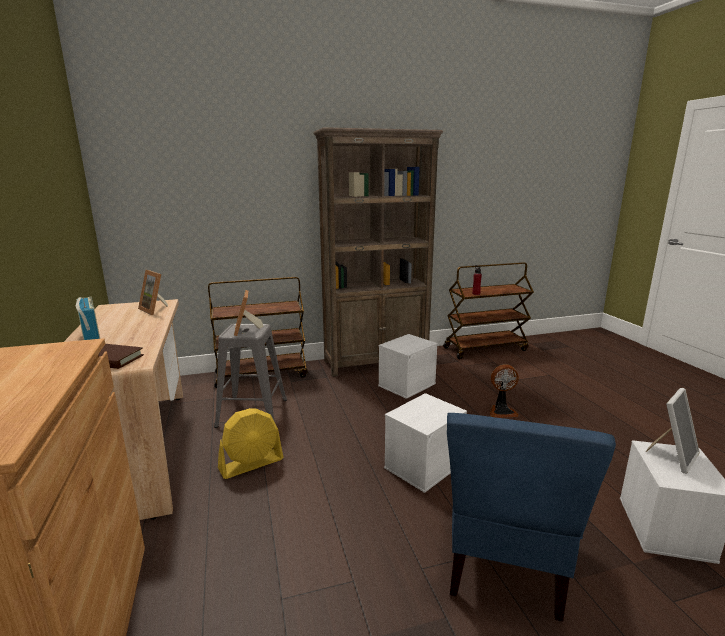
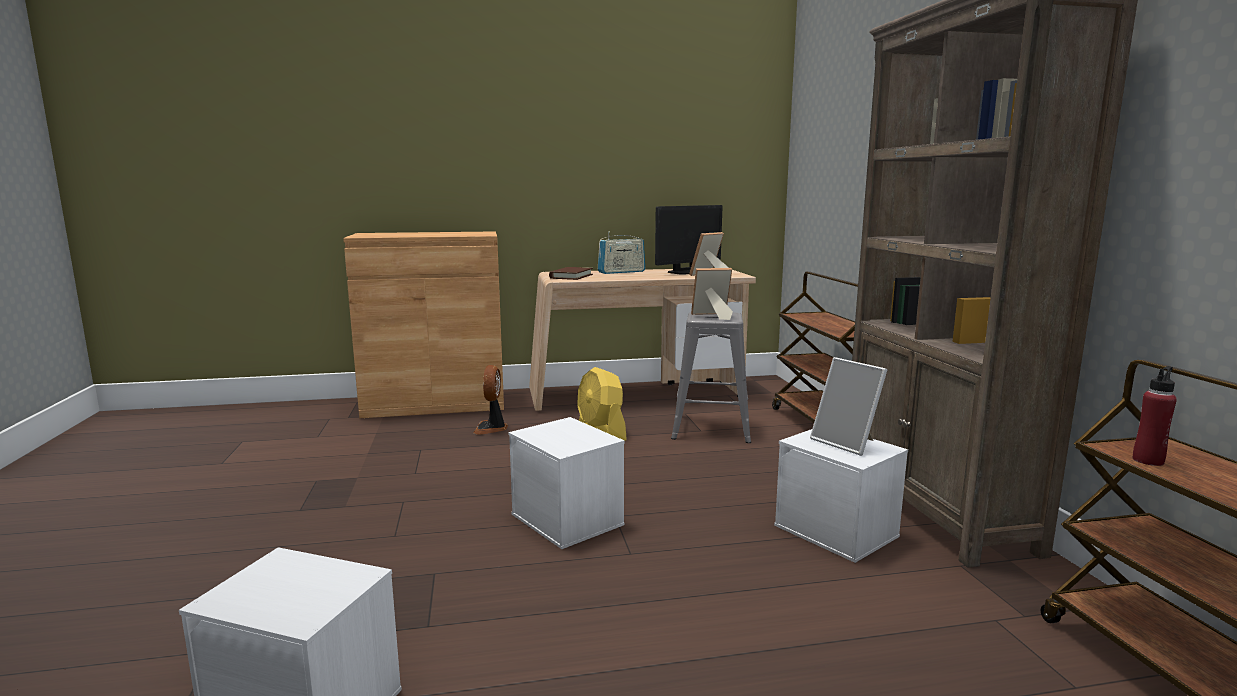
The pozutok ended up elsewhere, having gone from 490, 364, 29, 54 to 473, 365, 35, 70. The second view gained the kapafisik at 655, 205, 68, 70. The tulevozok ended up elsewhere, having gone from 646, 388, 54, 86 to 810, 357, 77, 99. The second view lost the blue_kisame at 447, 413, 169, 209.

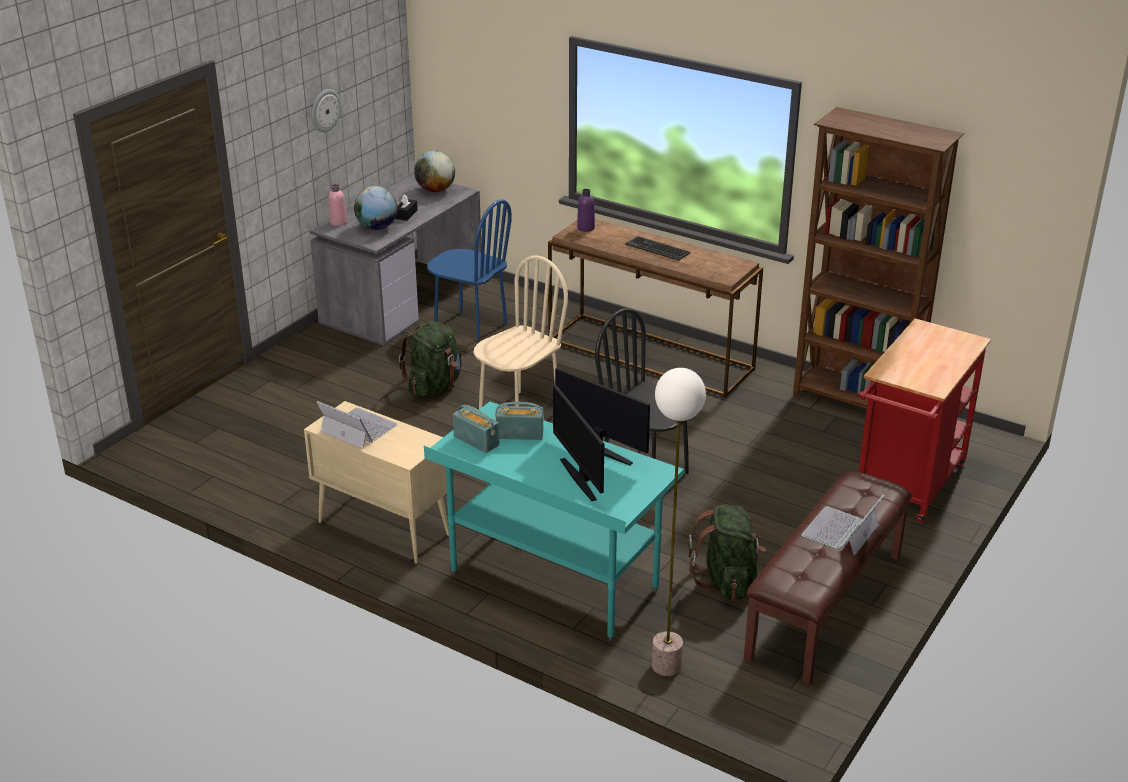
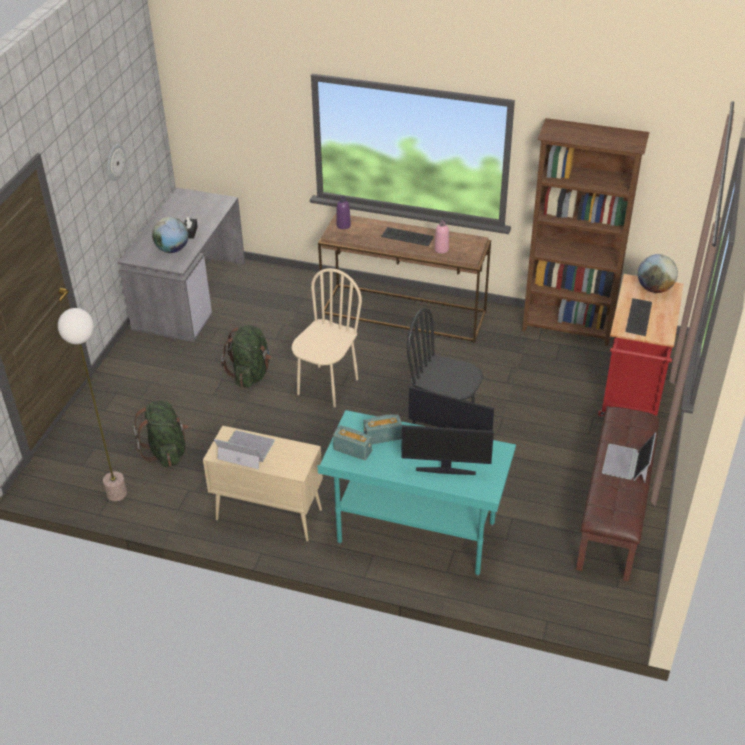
The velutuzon ended up elsewhere, having gone from 652, 368, 54, 308 to 58, 308, 69, 193. The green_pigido ended up elsewhere, having gone from 689, 504, 77, 96 to 133, 401, 55, 66. The kapafisik at 553, 385, 51, 116 ended up facing another way, 45 degrees counterclockwise from before. The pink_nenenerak ended up elsewhere, having gone from 329, 184, 18, 42 to 434, 220, 15, 34. The second view gained the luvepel at 625, 298, 27, 38. The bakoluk ended up elsewhere, having gone from 414, 151, 41, 41 to 638, 254, 40, 39. The second view lost the blue_kisame at 427, 199, 85, 145.

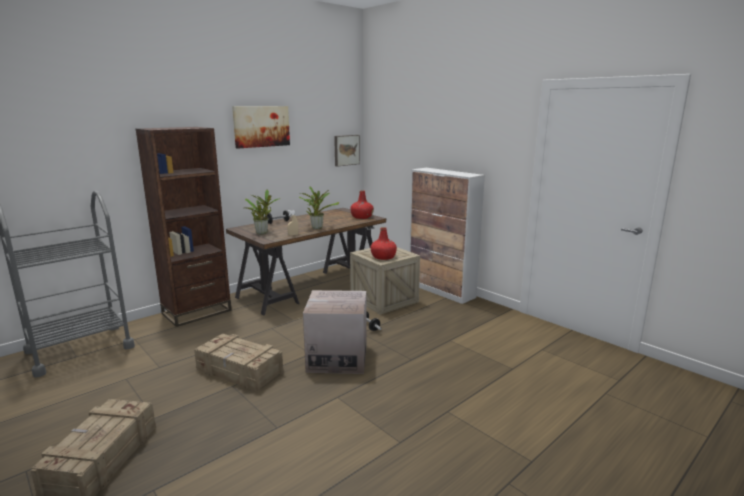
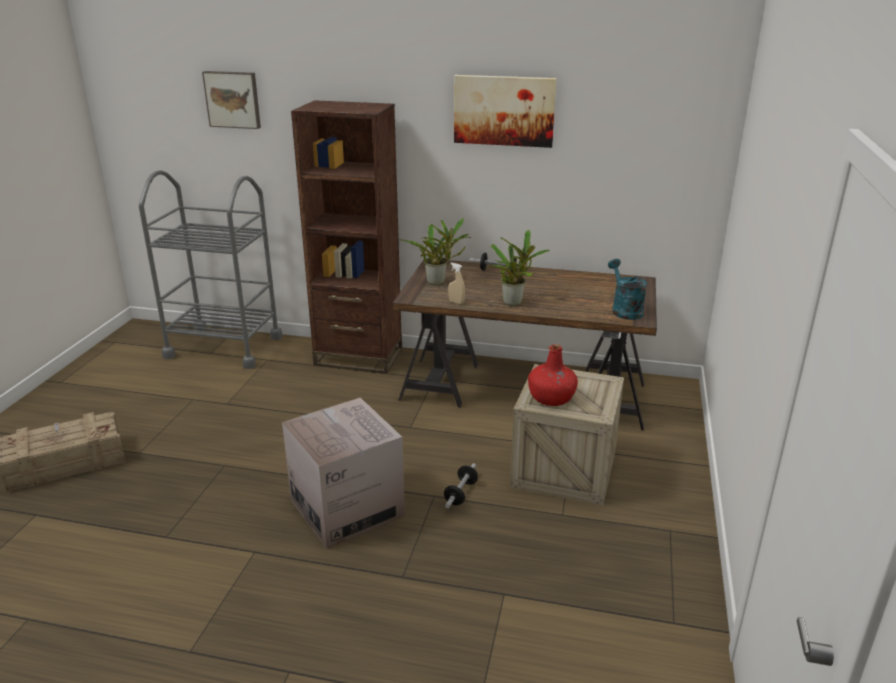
The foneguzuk ended up elsewhere, having gone from 334, 135, 26, 32 to 202, 71, 59, 58. Where the red_nenenerak stood at 351, 190, 23, 29, the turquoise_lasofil came to stand at 608, 259, 39, 61. The second view lost the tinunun at 194, 334, 89, 58. The second view lost the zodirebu at 409, 168, 76, 136.

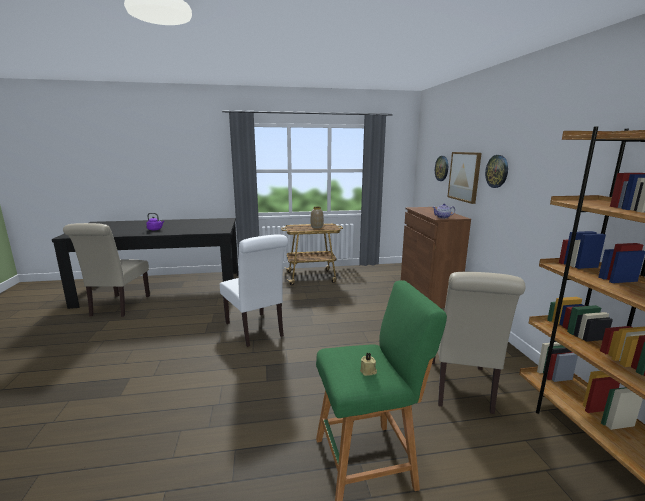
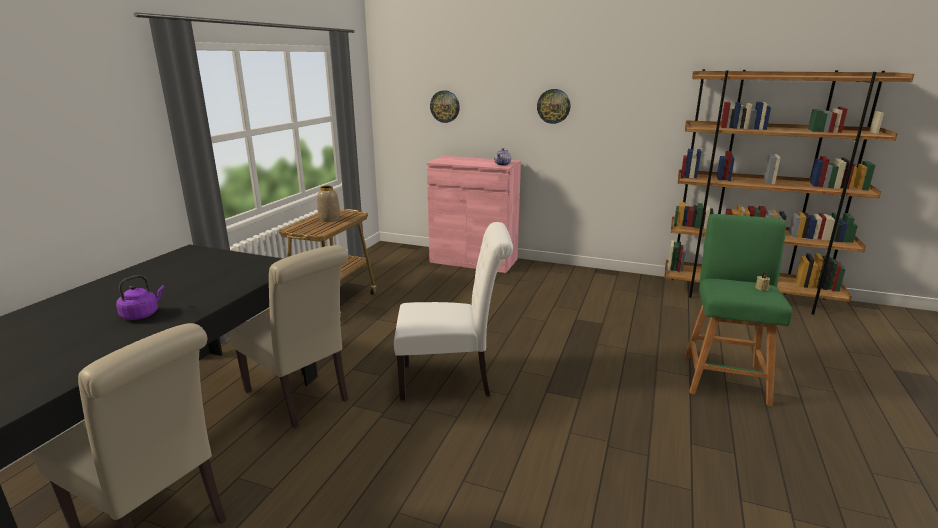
The beige_kisame ended up elsewhere, having gone from 432, 272, 94, 142 to 228, 245, 120, 184. What was the brown_zodirebu at 401, 207, 70, 101 turned into the pink_zodirebu at 427, 156, 94, 117. The second view lost the foneguzuk at 448, 152, 34, 52.

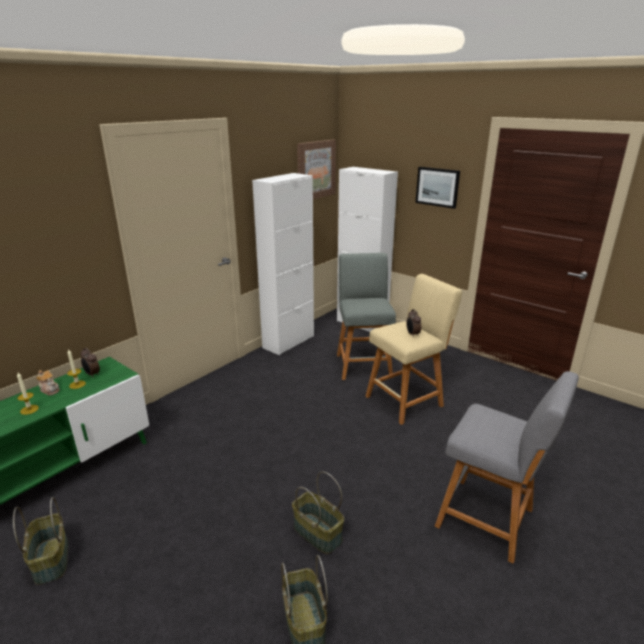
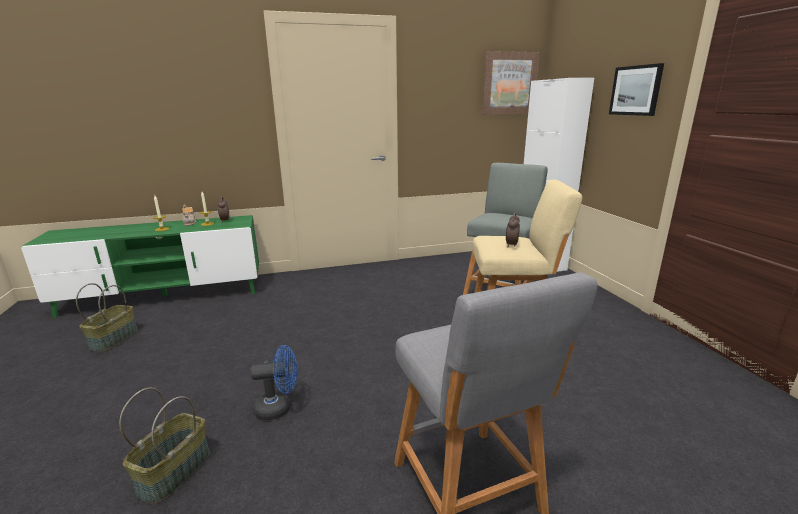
Where the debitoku stood at 292, 471, 52, 83, the blue_pozutok came to stand at 250, 345, 47, 75. The second view lost the white_zodirebu at 252, 173, 62, 182.

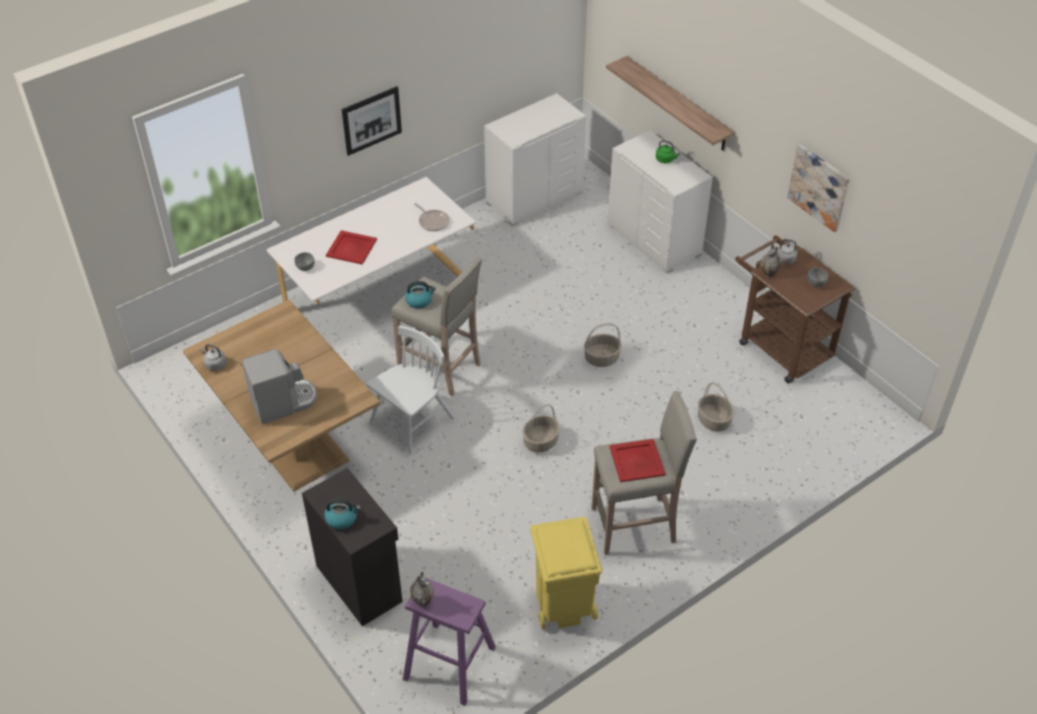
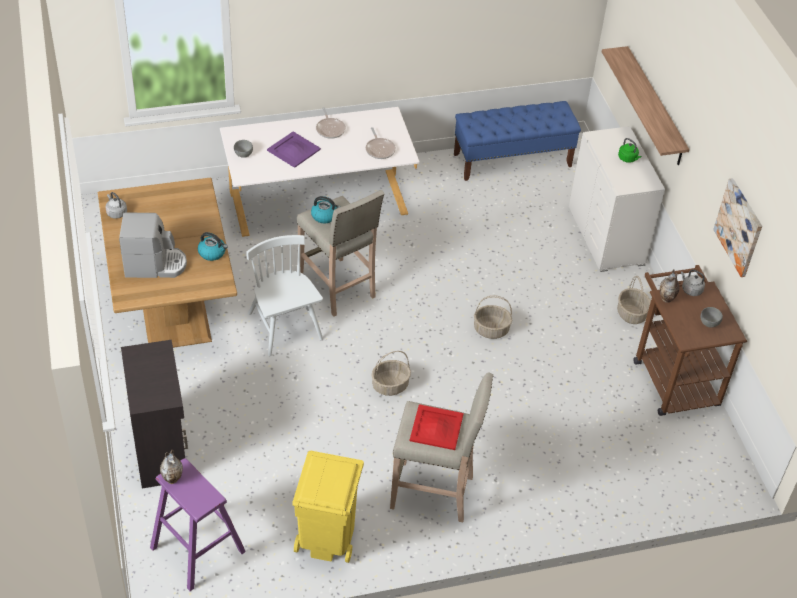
The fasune ended up elsewhere, having gone from 324, 499, 37, 30 to 198, 232, 30, 29. The white_kisame at 367, 326, 88, 129 ended up facing another way, 90 degrees counterclockwise from before. What was the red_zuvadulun at 326, 230, 51, 35 turned into the purple_zuvadulun at 267, 132, 54, 36. The second view gained the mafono at 316, 107, 30, 32. Where the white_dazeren stood at 484, 93, 102, 133, the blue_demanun came to stand at 454, 101, 127, 80. The debitoku ended up elsewhere, having gone from 698, 382, 37, 49 to 617, 276, 34, 48. The second view lost the foneguzuk at 342, 86, 60, 70.

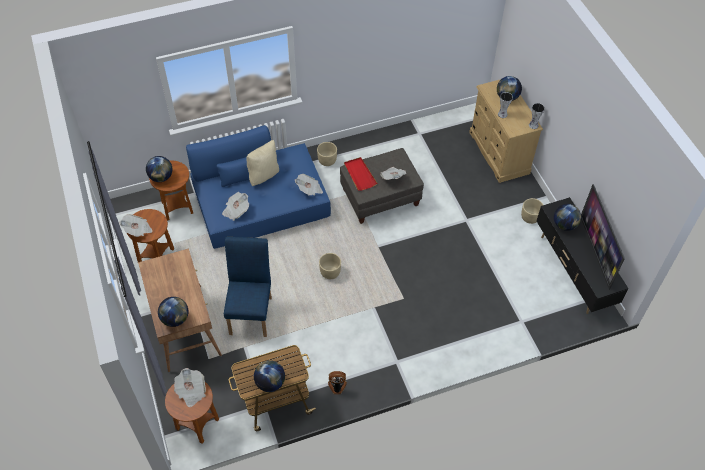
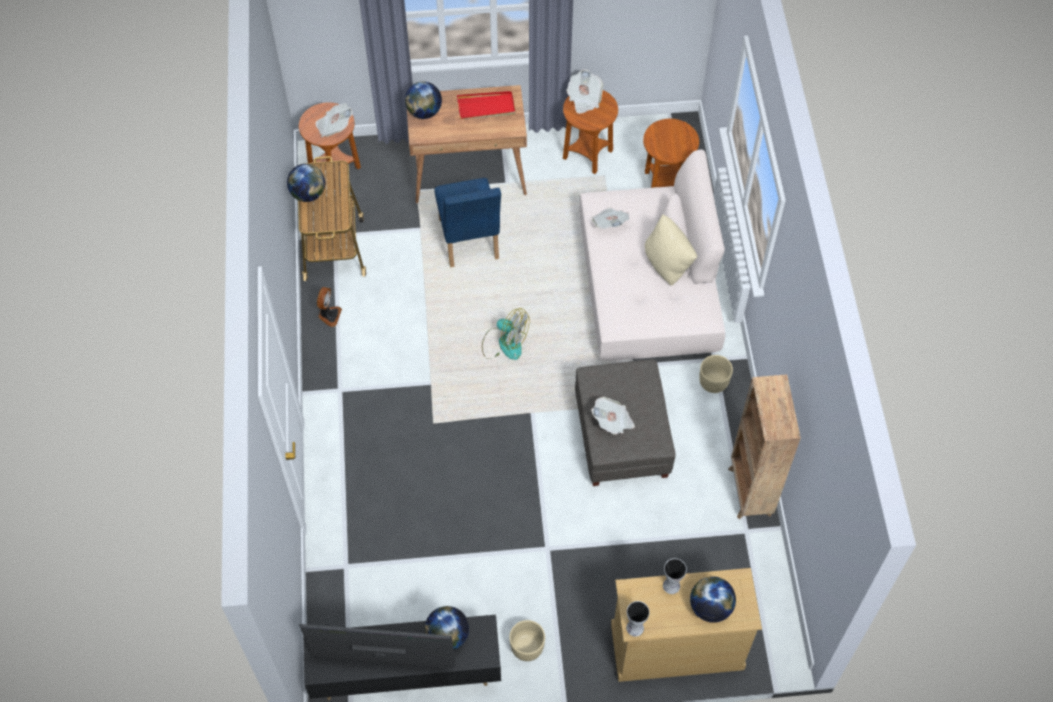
The blue_kisame at 224, 237, 48, 100 ended up facing another way, 60 degrees clockwise from before. The red_zuvadulun ended up elsewhere, having gone from 344, 157, 33, 34 to 457, 91, 58, 28. Where the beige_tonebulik stood at 319, 253, 22, 26, the pozutok came to stand at 482, 308, 47, 52. What was the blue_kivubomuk at 186, 125, 145, 124 turned into the beige_kivubomuk at 579, 149, 146, 212. The second view gained the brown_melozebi at 728, 374, 73, 145. The second view lost the bakoluk at 146, 156, 26, 26. The second view lost the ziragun at 295, 174, 28, 22.

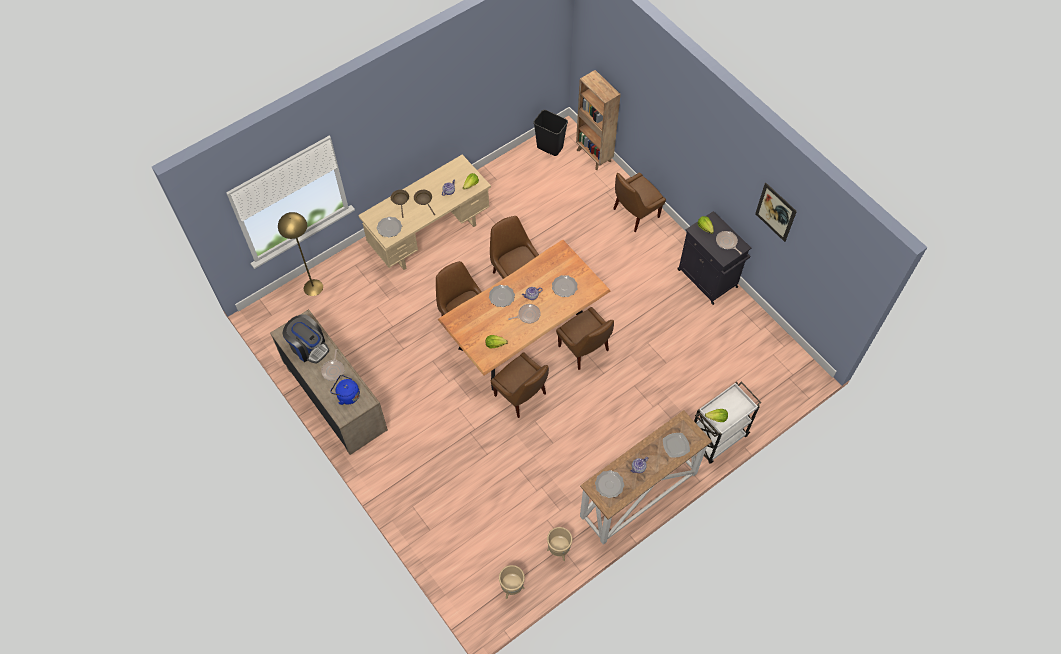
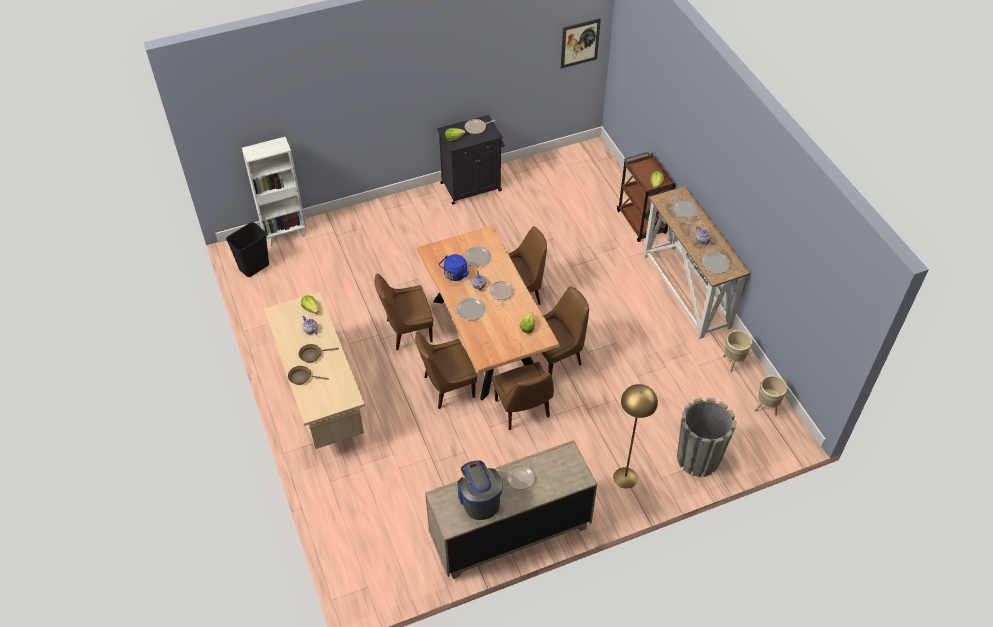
What was the brown_melozebi at 576, 70, 45, 100 turned into the white_melozebi at 242, 137, 64, 109. The blue_fasune ended up elsewhere, having gone from 330, 375, 30, 30 to 439, 254, 30, 27. The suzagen at 282, 314, 47, 49 ended up facing another way, 75 degrees counterclockwise from before. The brown_kisame ended up elsewhere, having gone from 613, 173, 53, 59 to 492, 362, 62, 68. The foneguzuk ended up elsewhere, having gone from 755, 182, 42, 60 to 561, 18, 40, 51. The yellow_velutuzon ended up elsewhere, having gone from 278, 212, 45, 84 to 613, 384, 45, 105. What was the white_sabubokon at 694, 382, 68, 82 turned into the brown_sabubokon at 617, 152, 59, 90. The second view gained the grey_tonebulik at 677, 397, 59, 80. The second view lost the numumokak at 377, 217, 25, 21.

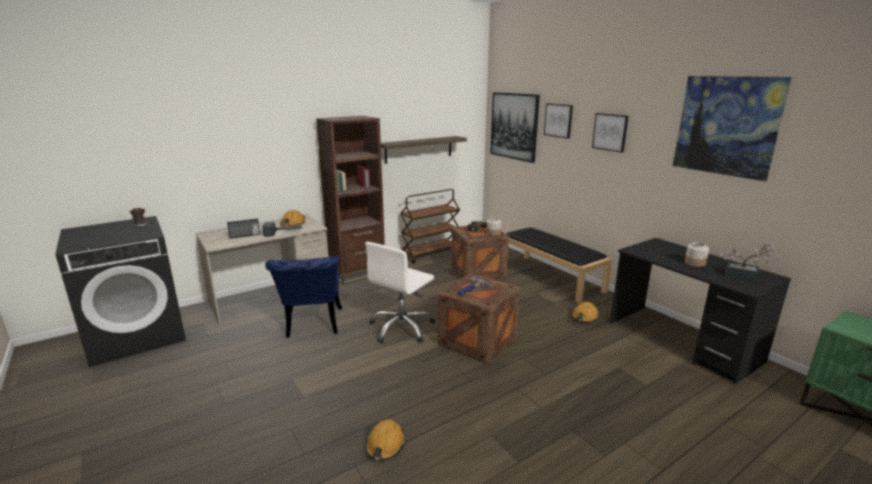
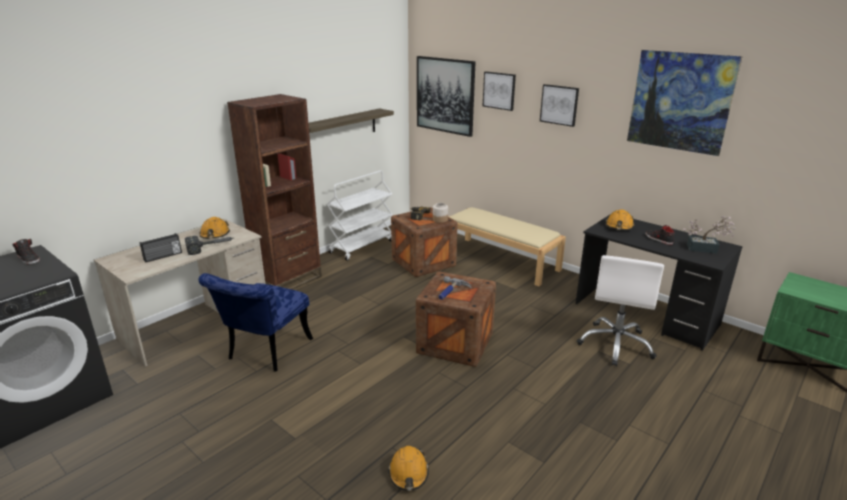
The blue_kisame at 265, 256, 77, 82 ended up facing another way, 45 degrees clockwise from before. What was the brown_sabubokon at 401, 189, 59, 75 turned into the white_sabubokon at 327, 170, 66, 91. What was the black_demanun at 506, 227, 106, 76 turned into the beige_demanun at 449, 207, 117, 79. The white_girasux ended up elsewhere, having gone from 365, 242, 70, 101 to 577, 255, 87, 112. The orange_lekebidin ended up elsewhere, having gone from 572, 302, 28, 20 to 605, 209, 30, 21. Where the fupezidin stood at 685, 242, 24, 25, the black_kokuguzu came to stand at 645, 225, 29, 20.

